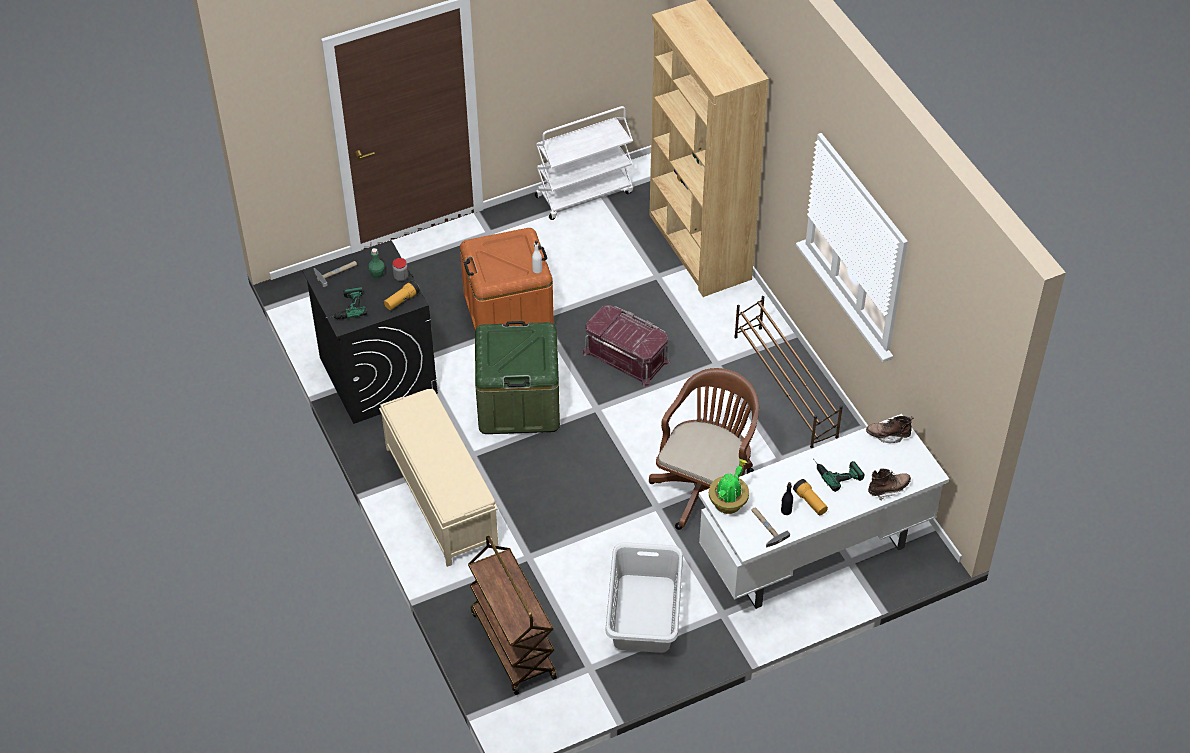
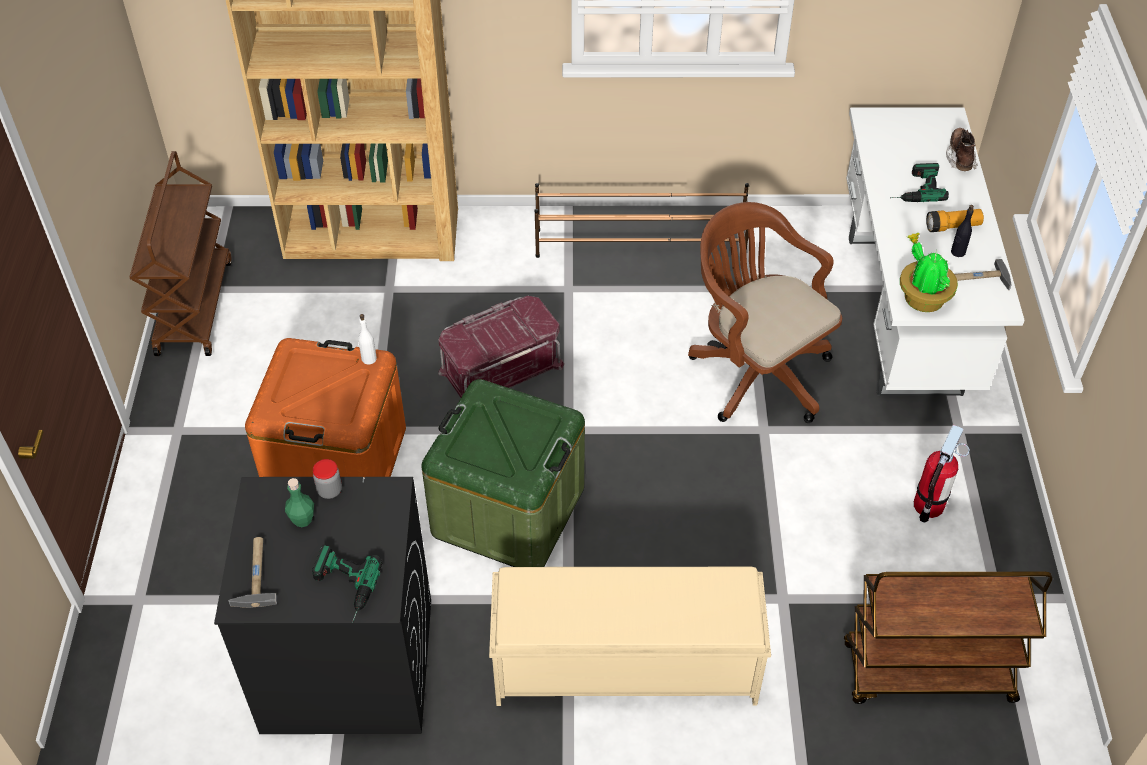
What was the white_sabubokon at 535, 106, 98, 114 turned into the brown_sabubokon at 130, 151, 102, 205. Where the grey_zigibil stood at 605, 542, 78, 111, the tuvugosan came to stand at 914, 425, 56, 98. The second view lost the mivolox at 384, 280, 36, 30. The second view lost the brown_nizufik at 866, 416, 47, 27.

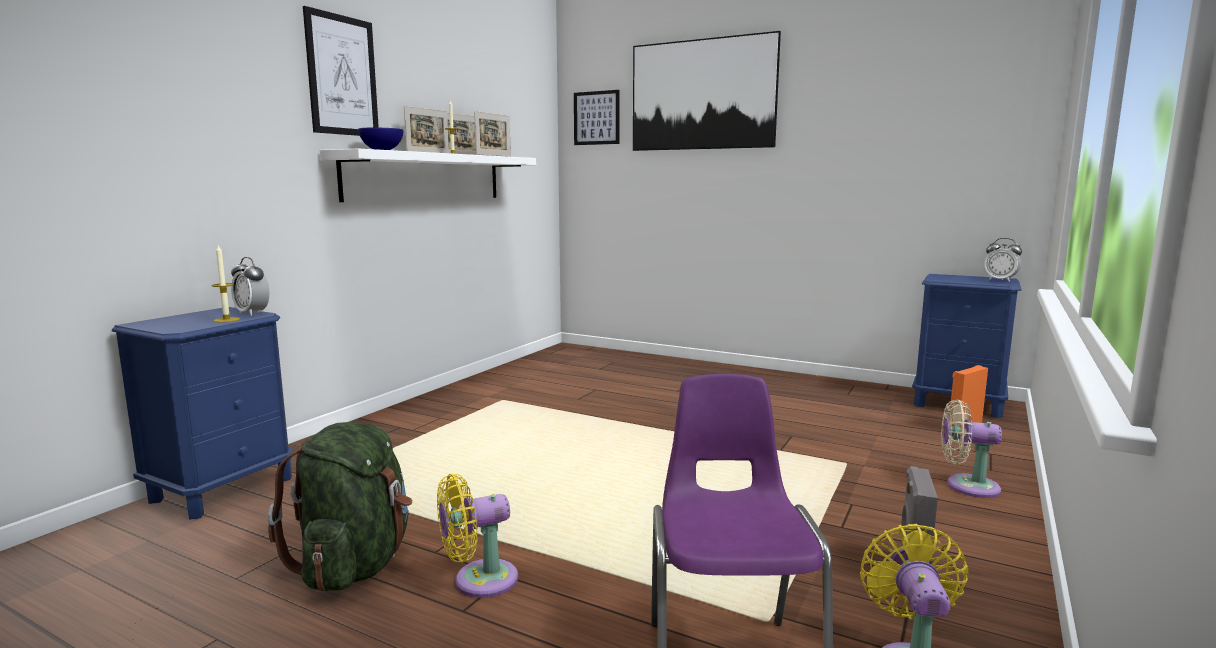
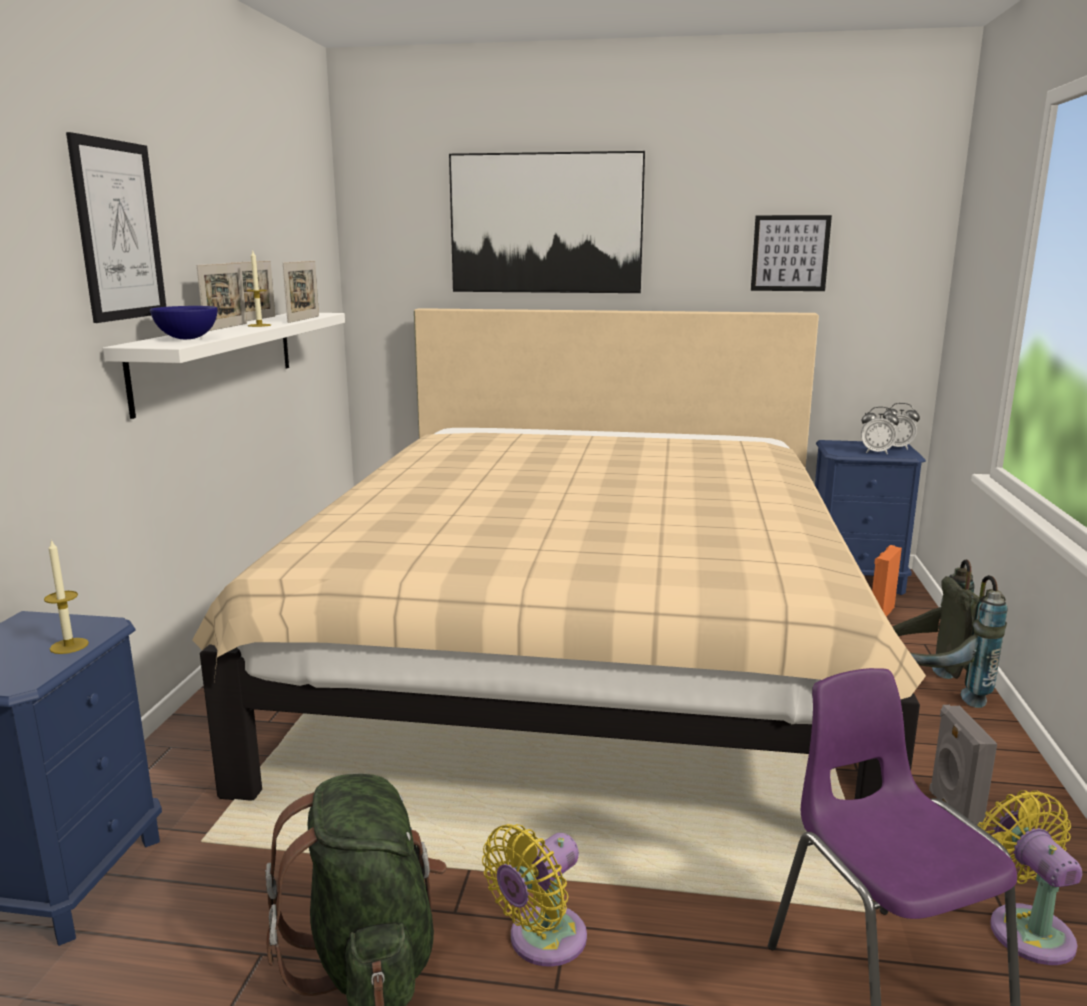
The second view gained the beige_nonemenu at 192, 308, 734, 493. The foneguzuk ended up elsewhere, having gone from 574, 90, 46, 55 to 751, 215, 81, 76. The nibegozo ended up elsewhere, having gone from 231, 257, 38, 59 to 861, 406, 38, 48. Where the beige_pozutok stood at 941, 399, 61, 99, the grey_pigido came to stand at 893, 560, 114, 148.

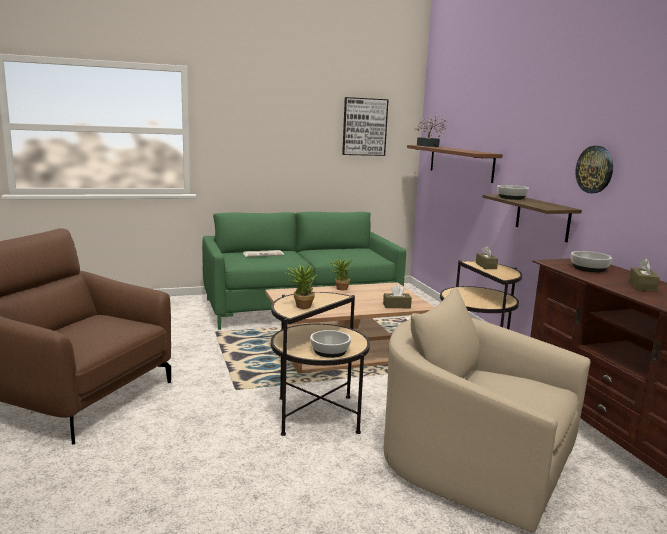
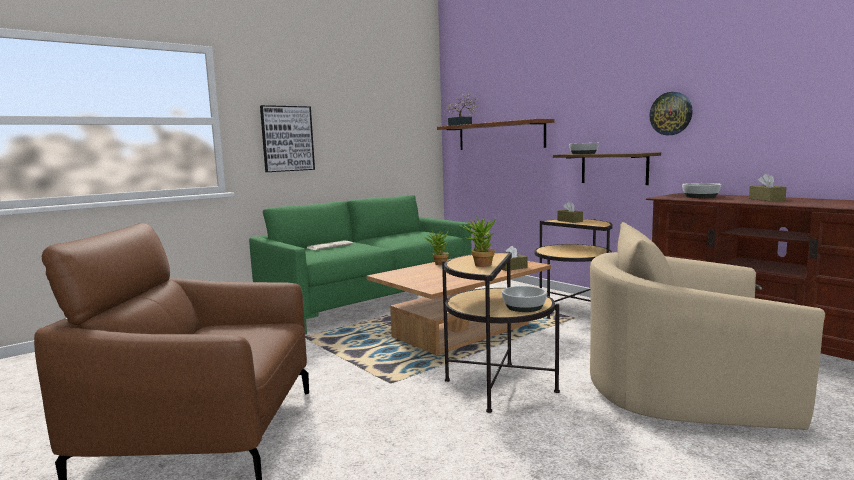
The foneguzuk ended up elsewhere, having gone from 342, 97, 47, 59 to 260, 105, 55, 67.

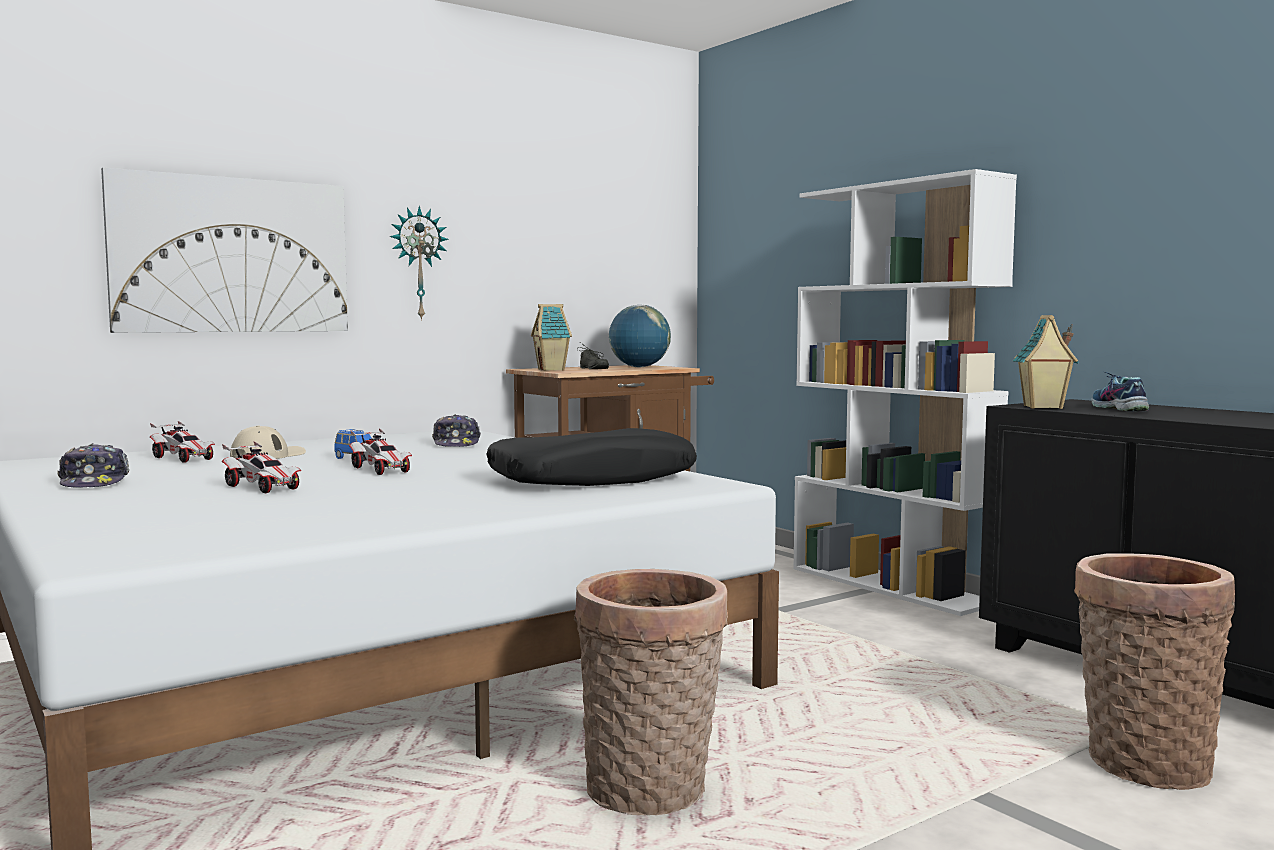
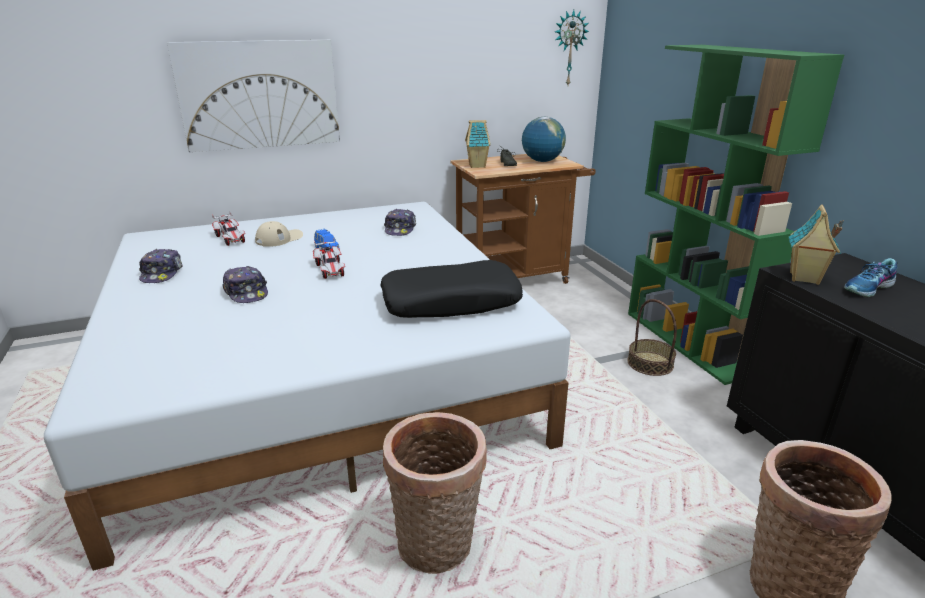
Where the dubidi stood at 222, 441, 79, 52, the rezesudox came to stand at 222, 266, 46, 37. The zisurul ended up elsewhere, having gone from 390, 206, 59, 115 to 555, 10, 34, 75. The second view gained the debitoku at 627, 299, 50, 77. What was the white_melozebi at 793, 169, 224, 447 turned into the green_melozebi at 628, 45, 216, 340. The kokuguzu at 1091, 372, 58, 39 ended up facing another way, 135 degrees counterclockwise from before.

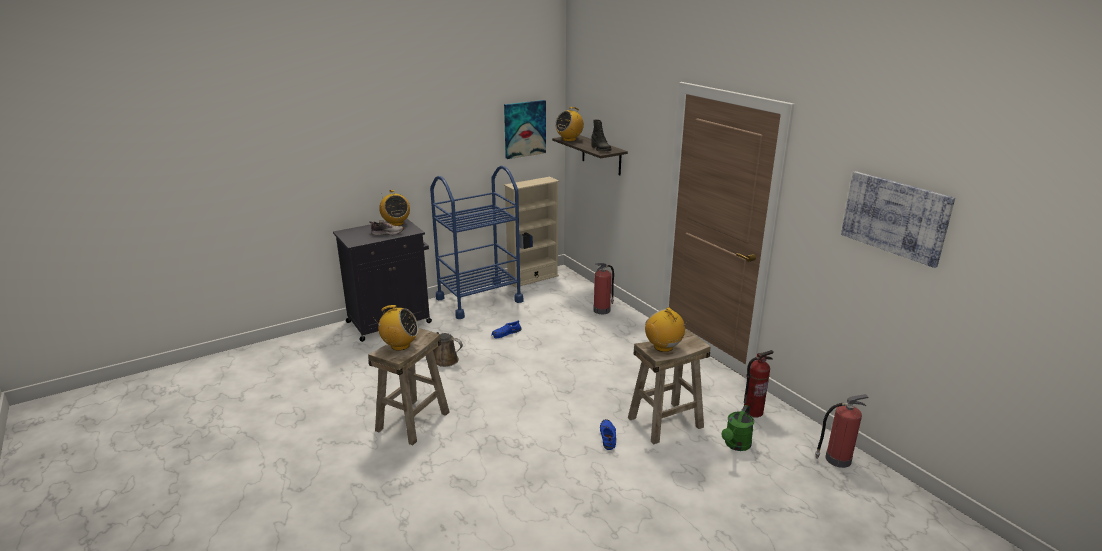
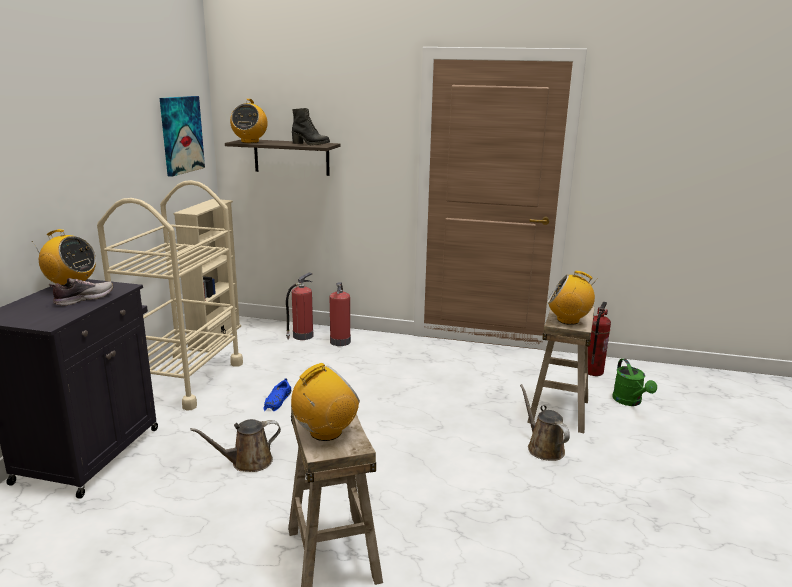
What was the blue_sabubokon at 430, 166, 93, 153 turned into the beige_sabubokon at 97, 180, 146, 230. The tuvugosan ended up elsewhere, having gone from 815, 394, 54, 74 to 286, 272, 27, 68. Where the blue_kokuguzu stood at 600, 419, 16, 31, the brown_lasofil came to stand at 520, 384, 50, 77. The second view lost the foneguzuk at 841, 171, 114, 97.

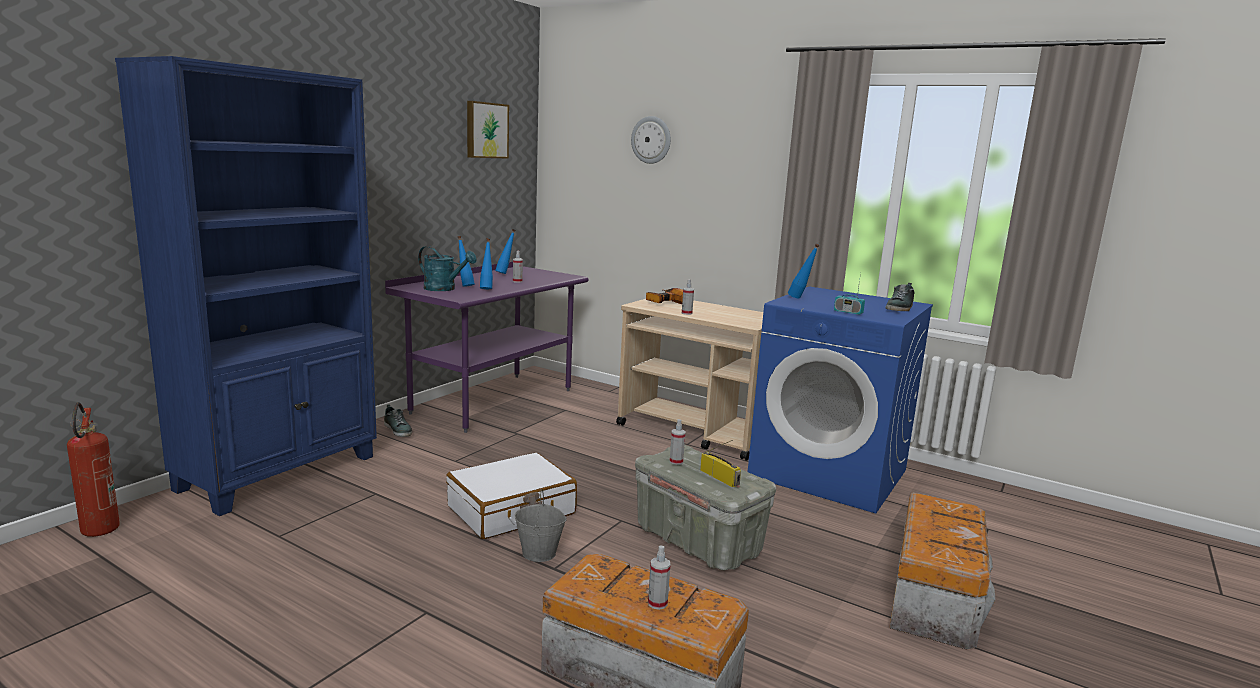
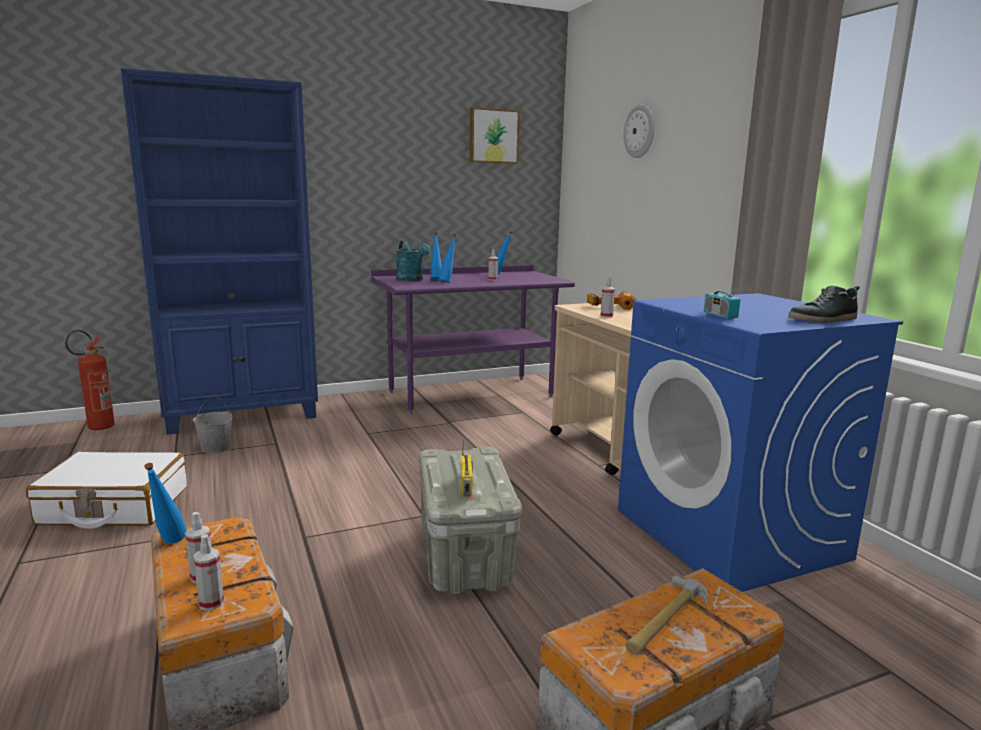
The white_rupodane ended up elsewhere, having gone from 446, 453, 131, 86 to 26, 452, 161, 77. The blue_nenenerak ended up elsewhere, having gone from 788, 243, 32, 55 to 144, 463, 43, 81. The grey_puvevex ended up elsewhere, having gone from 514, 489, 53, 73 to 193, 396, 40, 57. The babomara ended up elsewhere, having gone from 670, 419, 15, 46 to 194, 534, 30, 77. The second view gained the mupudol at 626, 575, 82, 80. The second view lost the kokuguzu at 384, 405, 28, 32.

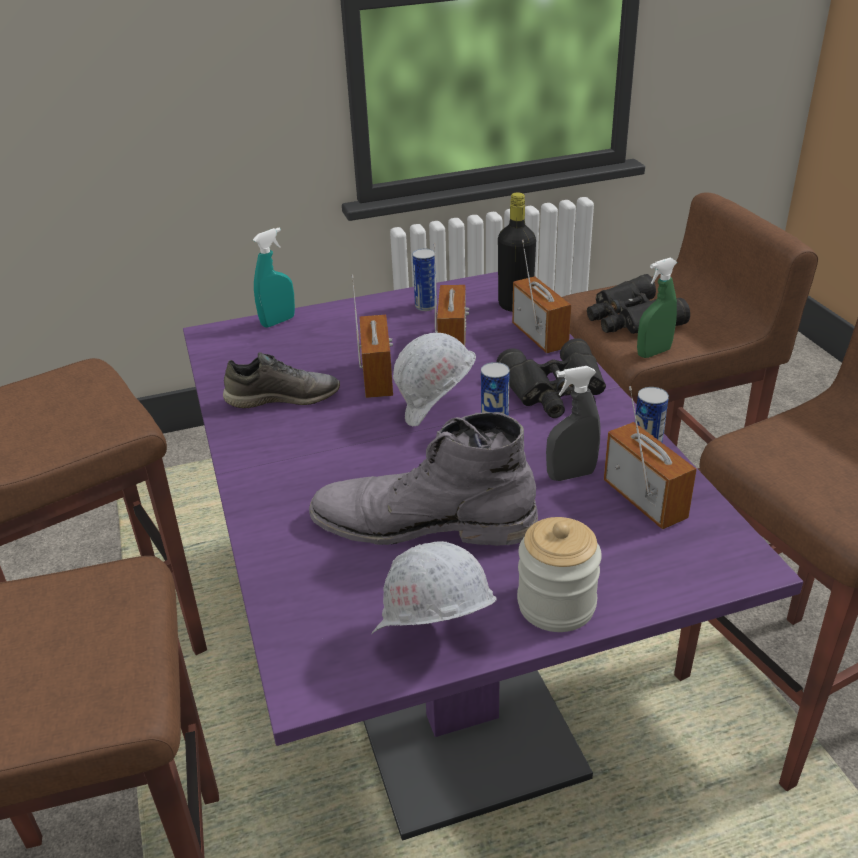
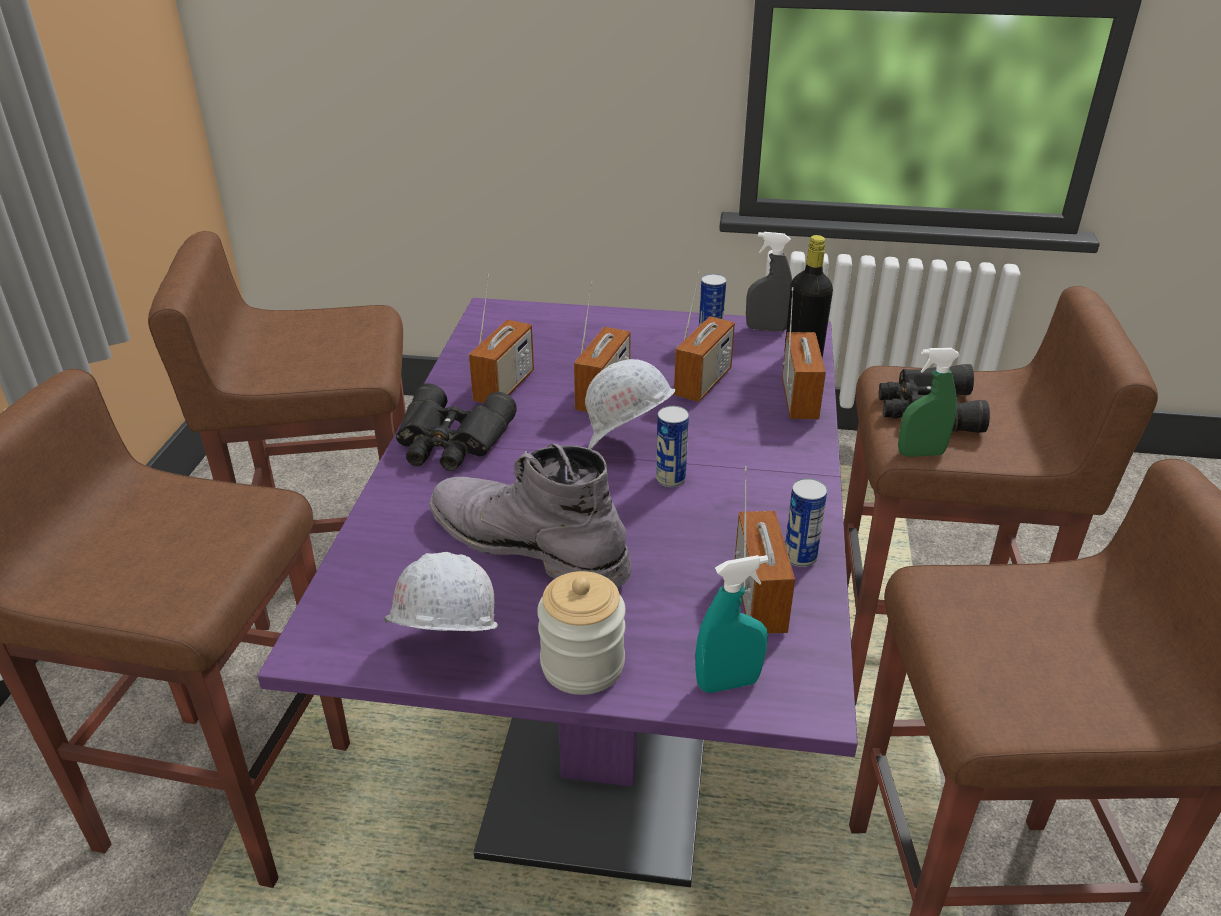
The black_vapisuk ended up elsewhere, having gone from 496, 338, 110, 80 to 396, 383, 121, 88. Where the grey_kokuguzu stood at 223, 352, 117, 56, the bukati came to stand at 469, 274, 65, 129. The turquoise_babomara ended up elsewhere, having gone from 253, 228, 42, 100 to 695, 555, 73, 138. The grey_babomara ended up elsewhere, having gone from 546, 366, 55, 115 to 746, 232, 46, 100.

